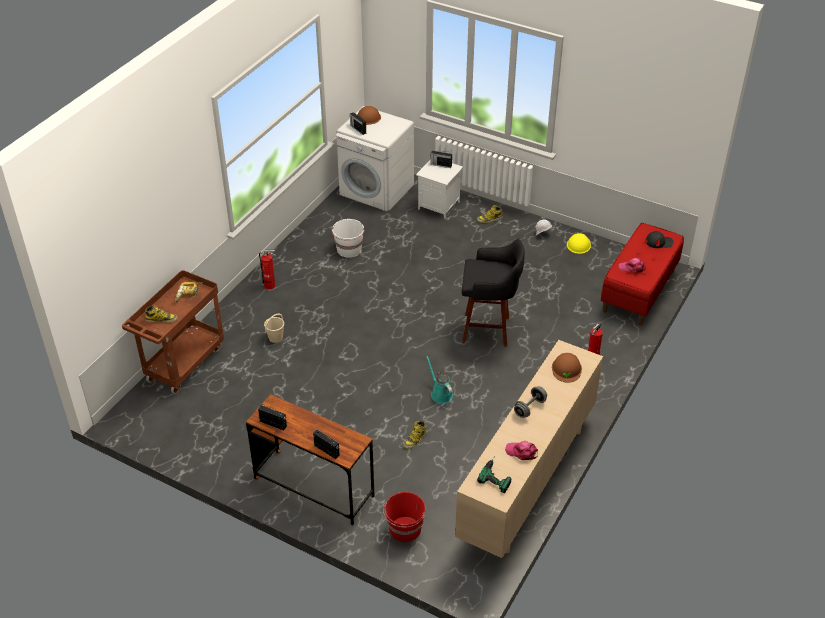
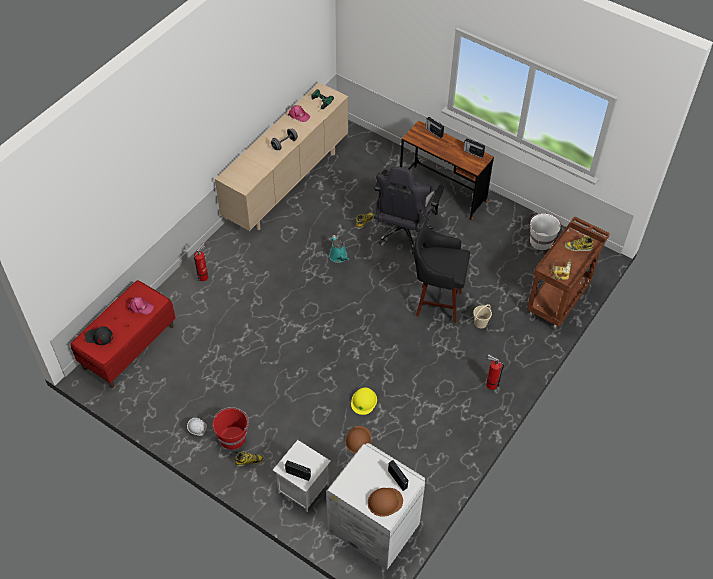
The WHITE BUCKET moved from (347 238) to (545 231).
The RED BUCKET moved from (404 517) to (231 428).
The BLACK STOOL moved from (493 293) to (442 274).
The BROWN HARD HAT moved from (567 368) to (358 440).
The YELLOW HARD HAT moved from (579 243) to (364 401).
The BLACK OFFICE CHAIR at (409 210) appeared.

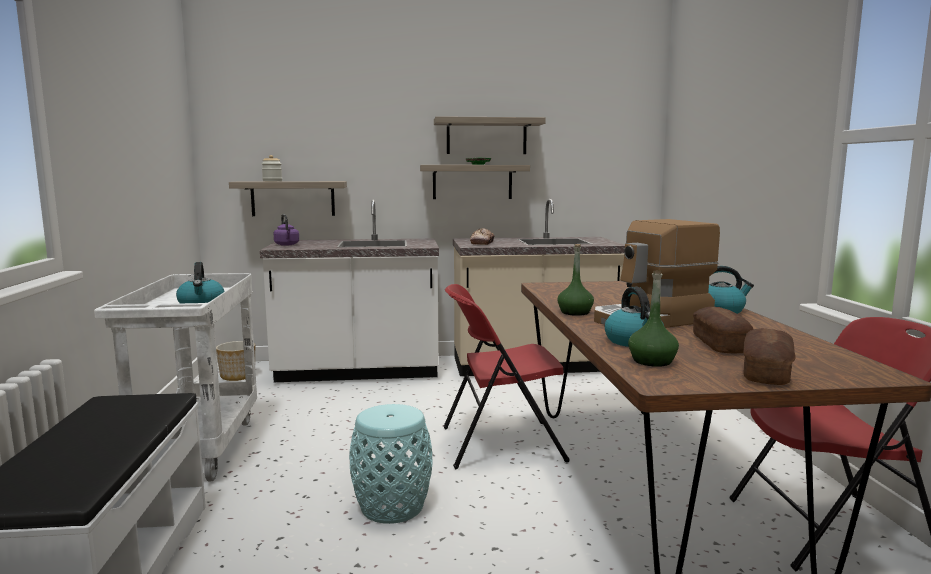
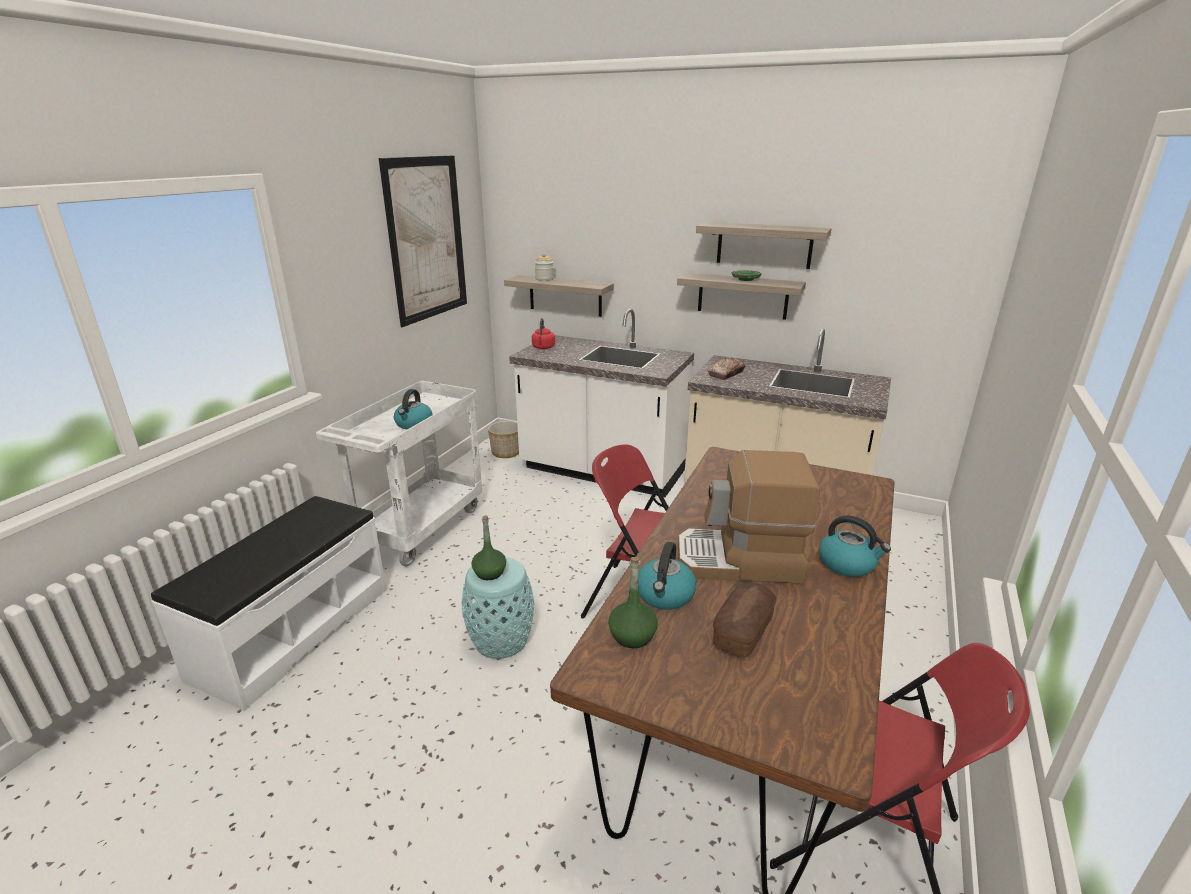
The PURPLE KETTLE at (286 230) became the RED KETTLE at (543 333).
The GREEN BOTTLE moved from (575 280) to (488 547).
The BREAD at (769 356) disappeared.
The PICTURE at (423 241) appeared.

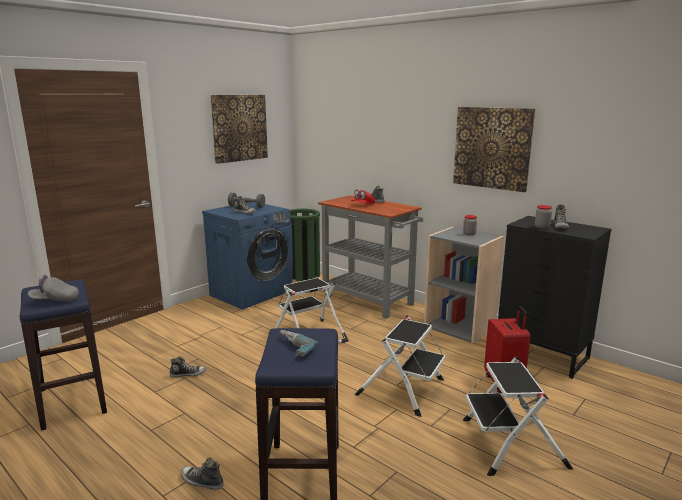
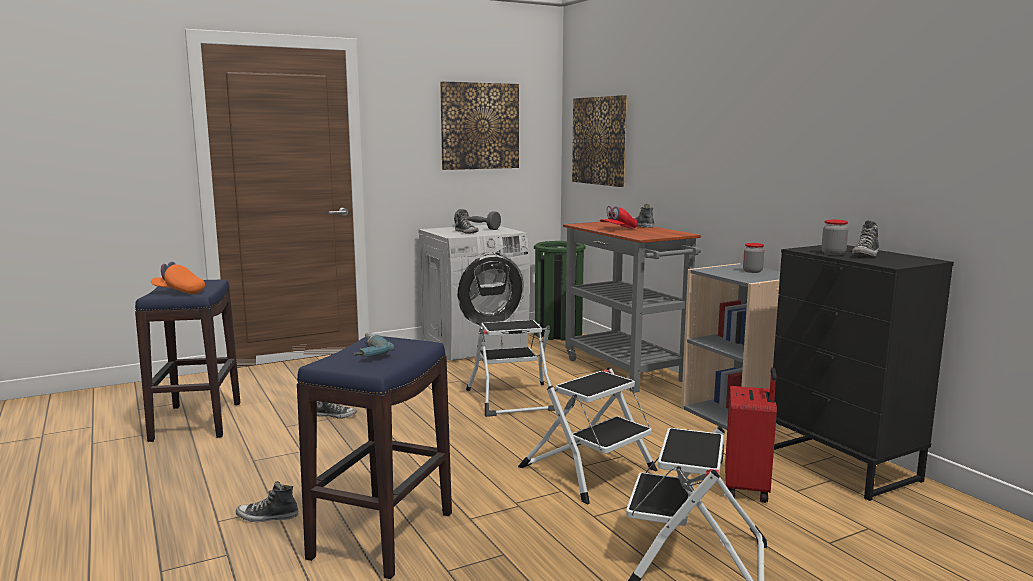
The GREY CAP at (53 288) became the ORANGE CAP at (178 278).
The SHOE at (202 473) turned 45 degrees counterclockwise.
The BLUE WASHING MACHINE at (247 255) became the WHITE WASHING MACHINE at (474 293).
The PICTURE moved from (494 149) to (599 141).

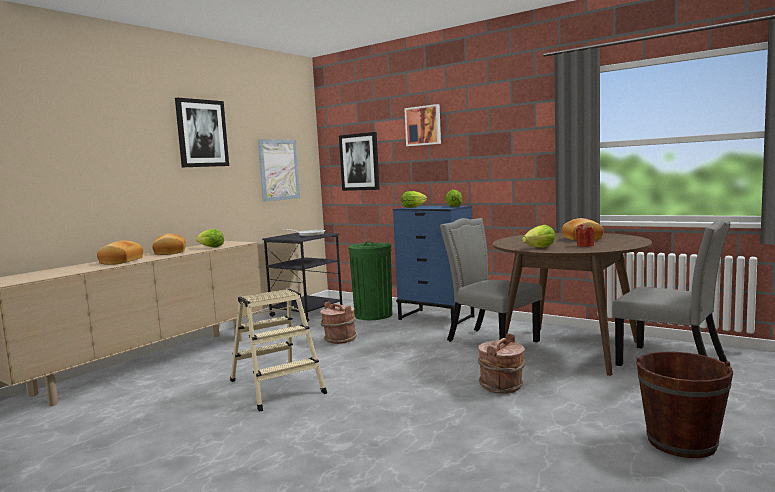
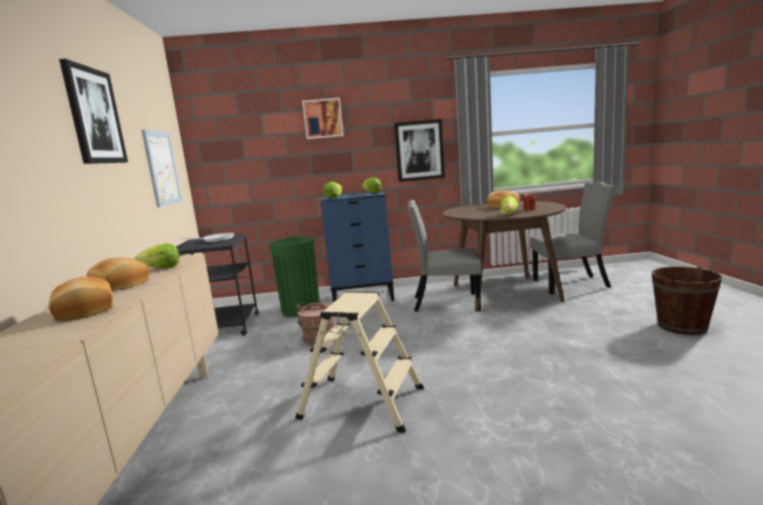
The PICTURE moved from (359 161) to (419 150).
The BROWN BUCKET at (501 363) disappeared.

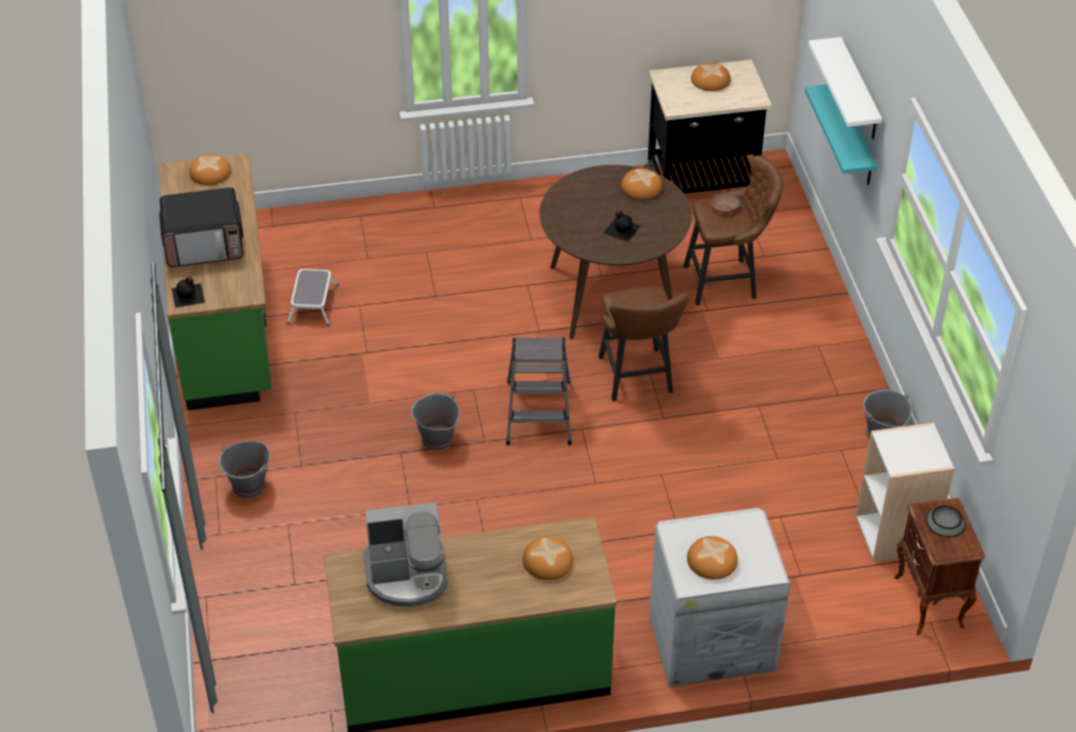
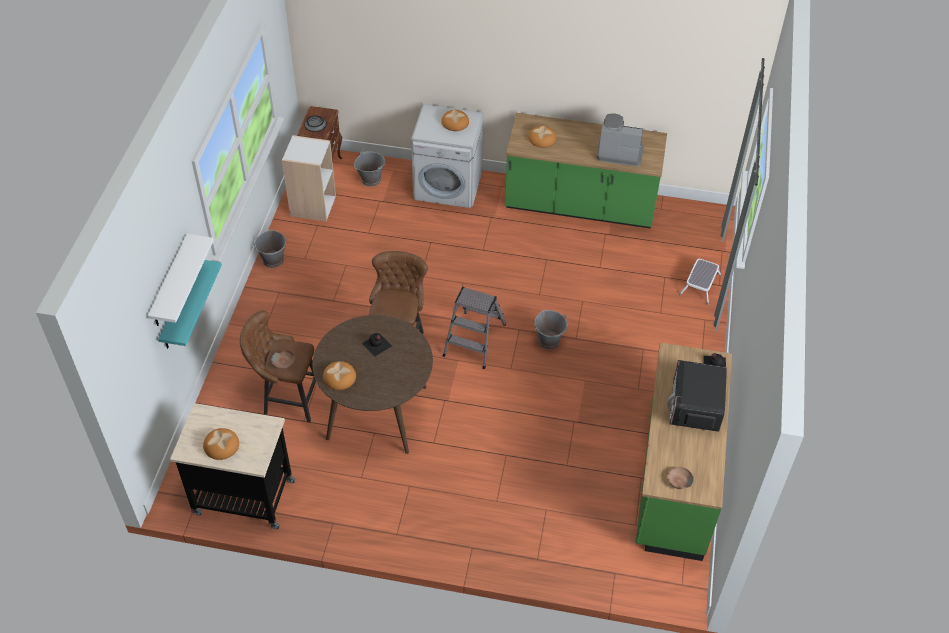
The MICROWAVE at (201 227) turned 90 degrees counterclockwise.
The BREAD at (210 169) was replaced by the BROWN BOWL at (680 478).
The GREY BUCKET moved from (244 470) to (369 169).
The GREY STEP LADDER moved from (312 298) to (700 282).

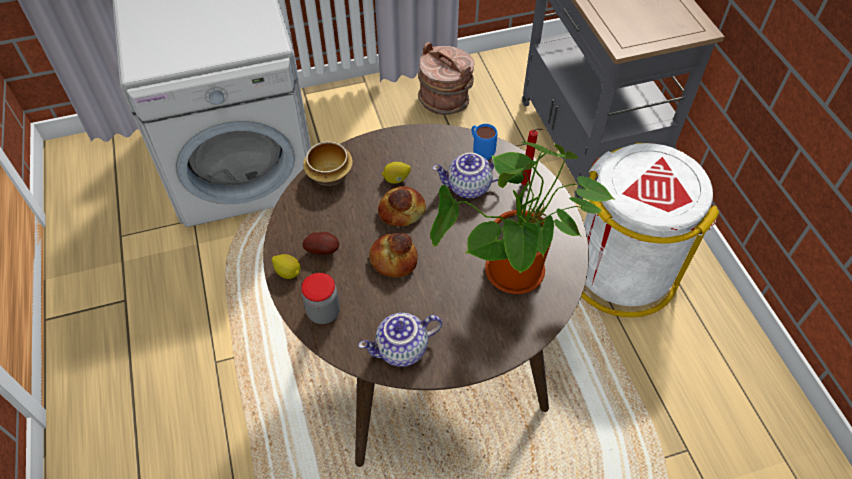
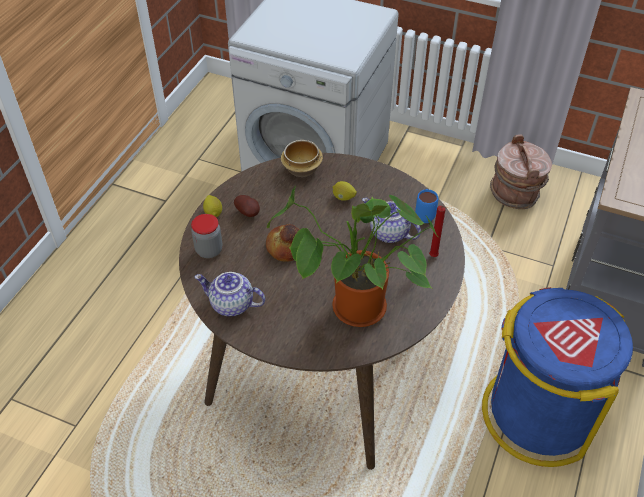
The BREAD at (402 206) disappeared.
The WHITE TRASH CAN at (650 230) became the BLUE TRASH CAN at (557 377).

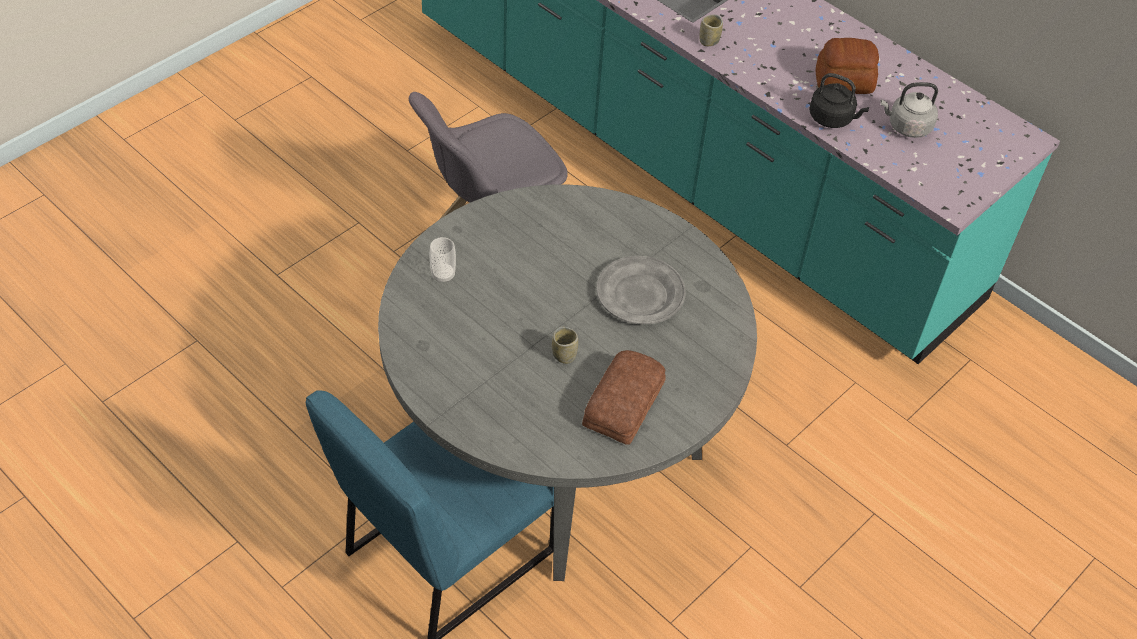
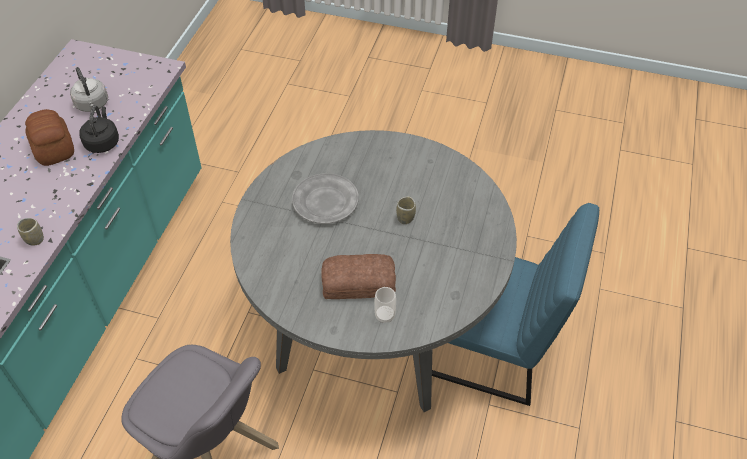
The BREAD moved from (624 397) to (358 276).

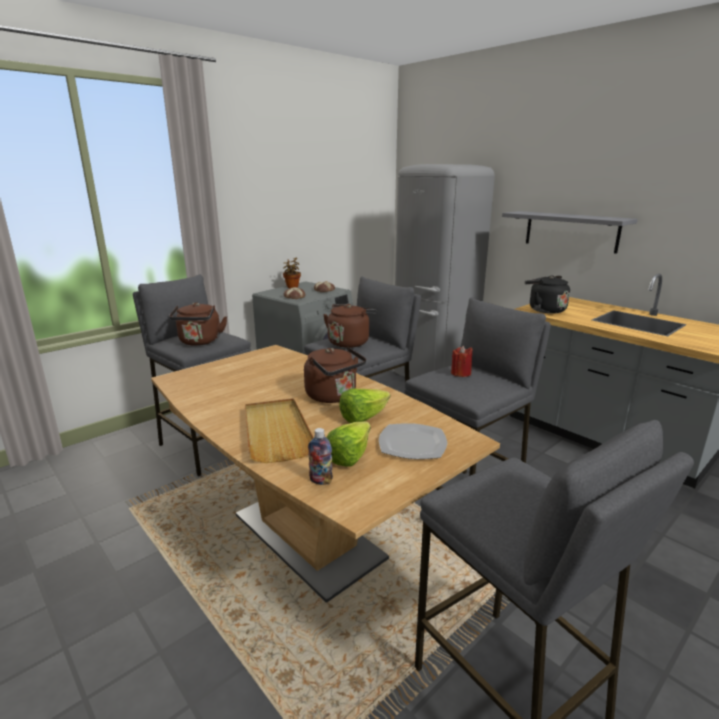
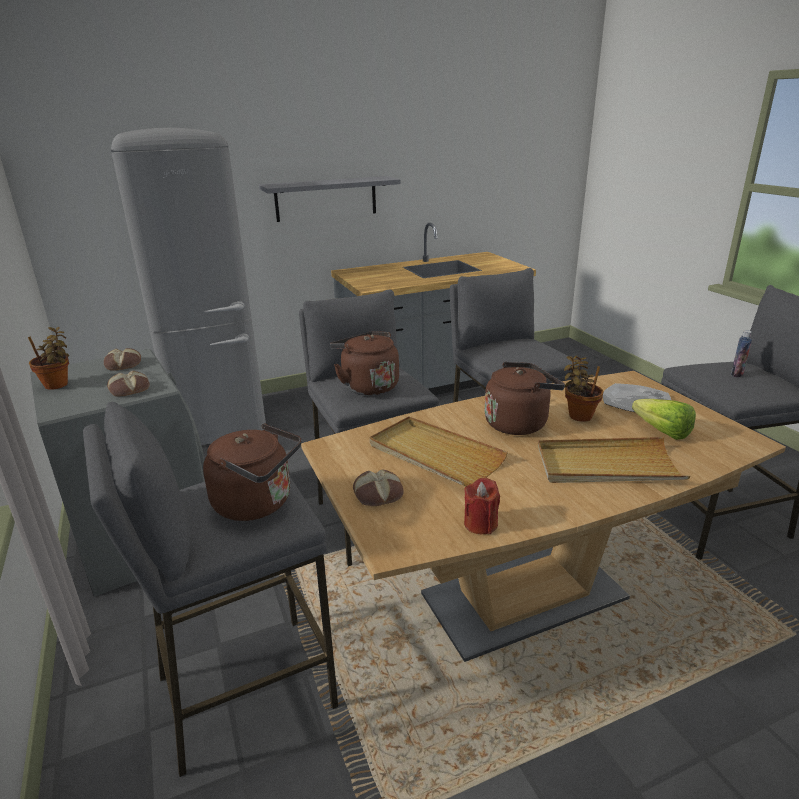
The BOTTLE moved from (320 456) to (741 354).
The LETTUCE at (364 406) was replaced by the POTTED PLANT at (583 389).
The RED CANDLE moved from (461 361) to (482 506).
The BLACK KETTLE at (547 294) disappeared.
The BREAD at (378 487) appeared.
The BEIGE TRAY at (439 451) appeared.

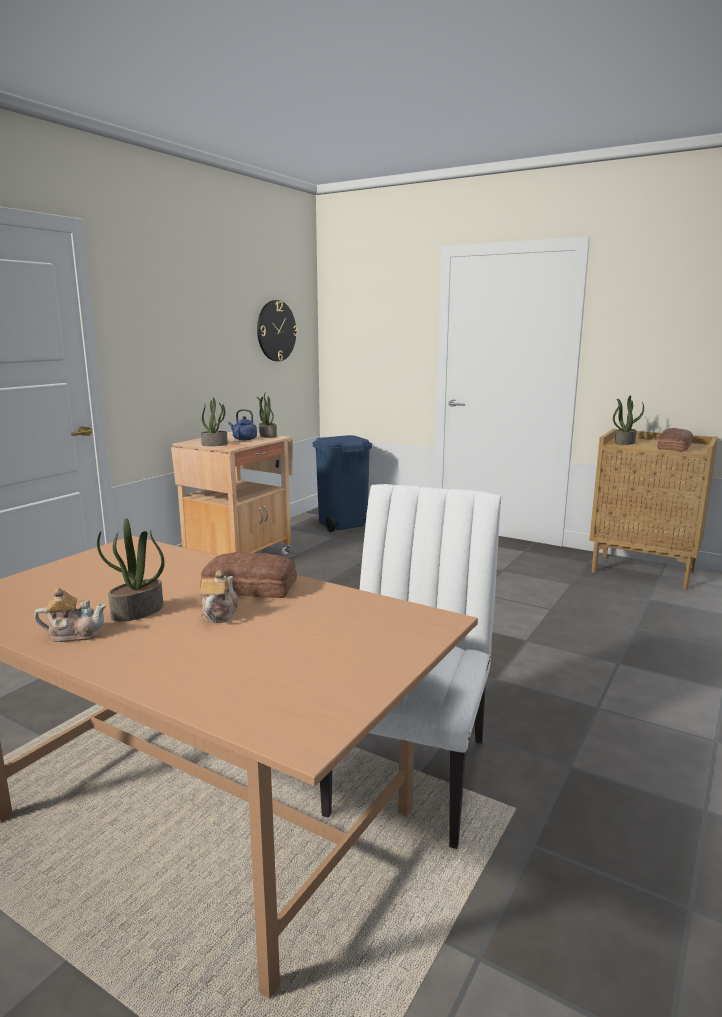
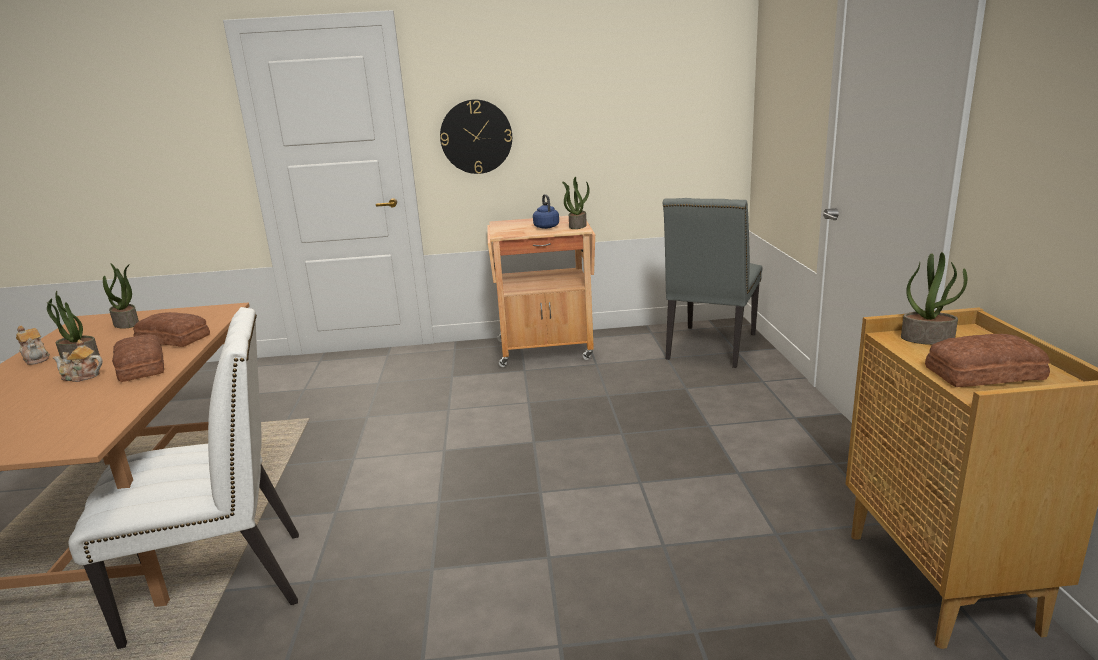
The TEAPOT at (219 596) turned 150 degrees counterclockwise.
The POTTED PLANT moved from (214 421) to (121 296).
The WALL CLOCK moved from (277 330) to (476 136).
The BLUE TRASH CAN at (342 483) was replaced by the GREY CHAIR at (713 283).
The BREAD at (171 329) appeared.

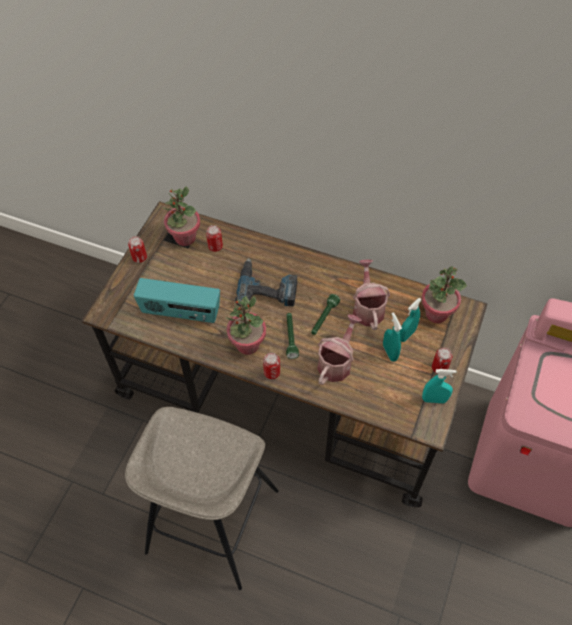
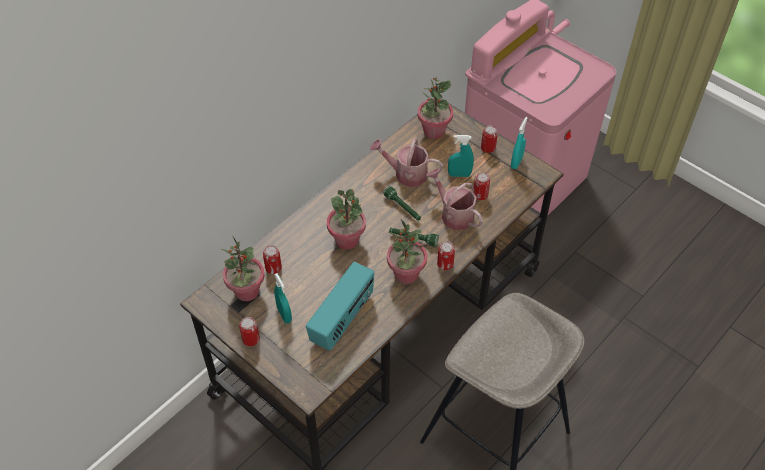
The POWER DRILL at (266 282) was replaced by the POTTED PLANT at (346 219).
The TURQUOISE SPRAY BOTTLE moved from (411 320) to (283 298).
The CAN at (482 186) appeared.

